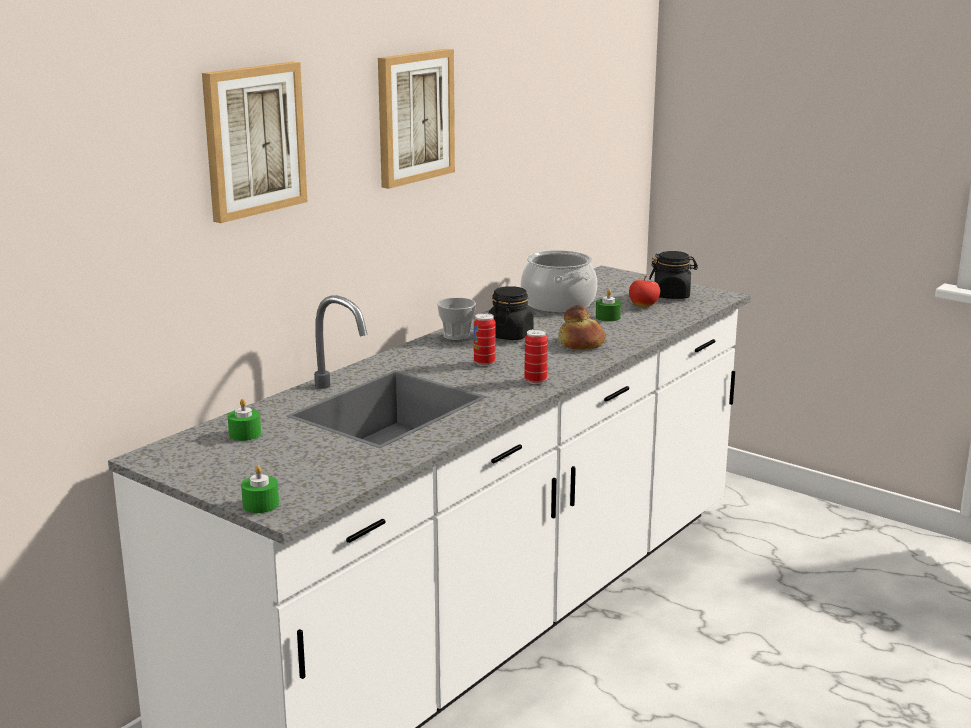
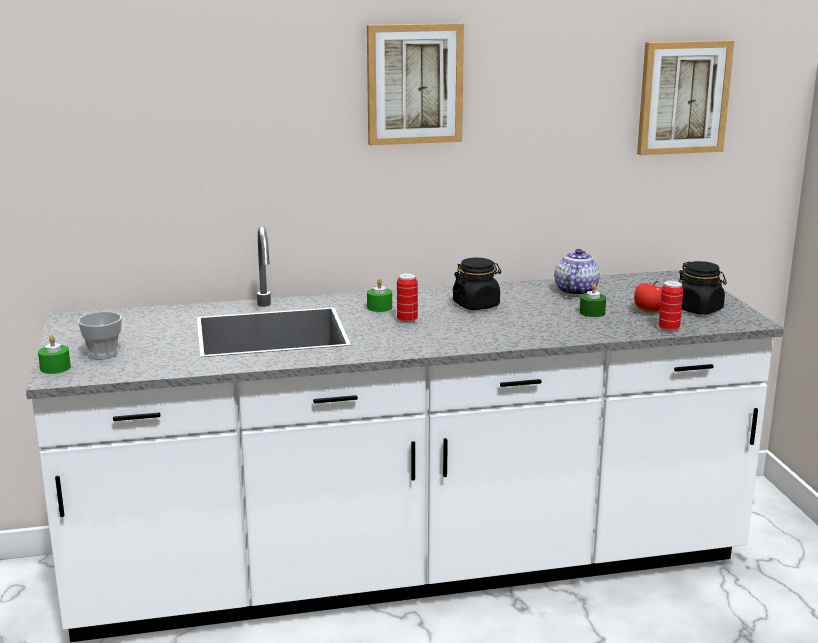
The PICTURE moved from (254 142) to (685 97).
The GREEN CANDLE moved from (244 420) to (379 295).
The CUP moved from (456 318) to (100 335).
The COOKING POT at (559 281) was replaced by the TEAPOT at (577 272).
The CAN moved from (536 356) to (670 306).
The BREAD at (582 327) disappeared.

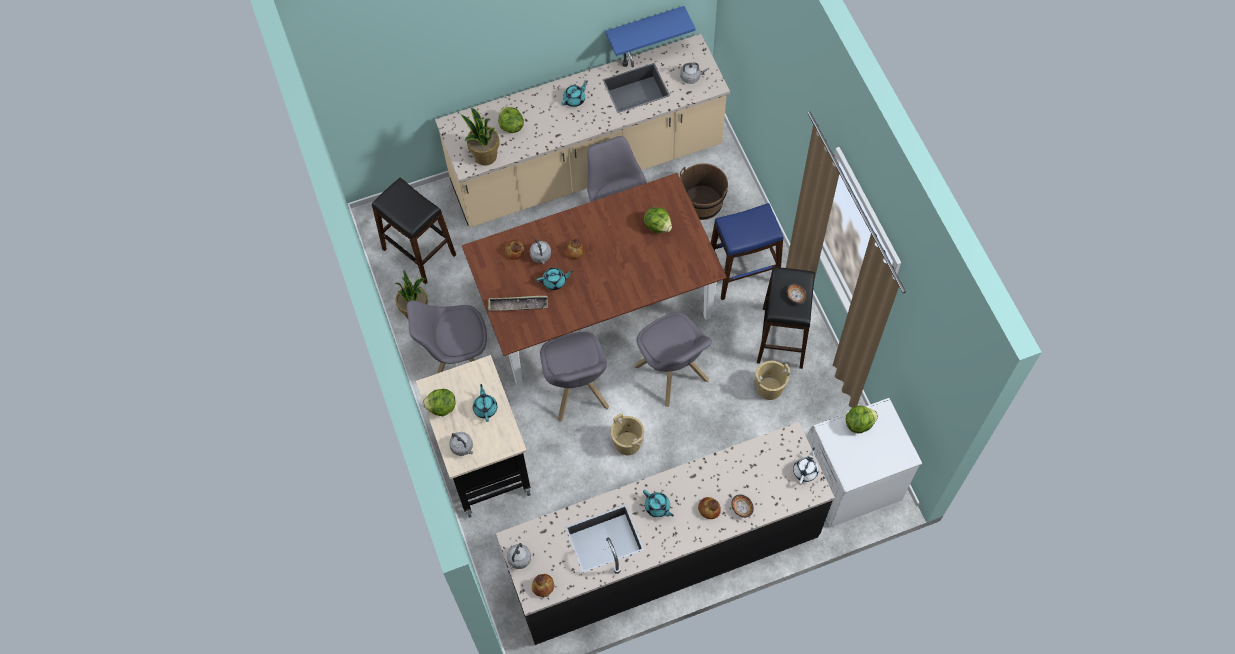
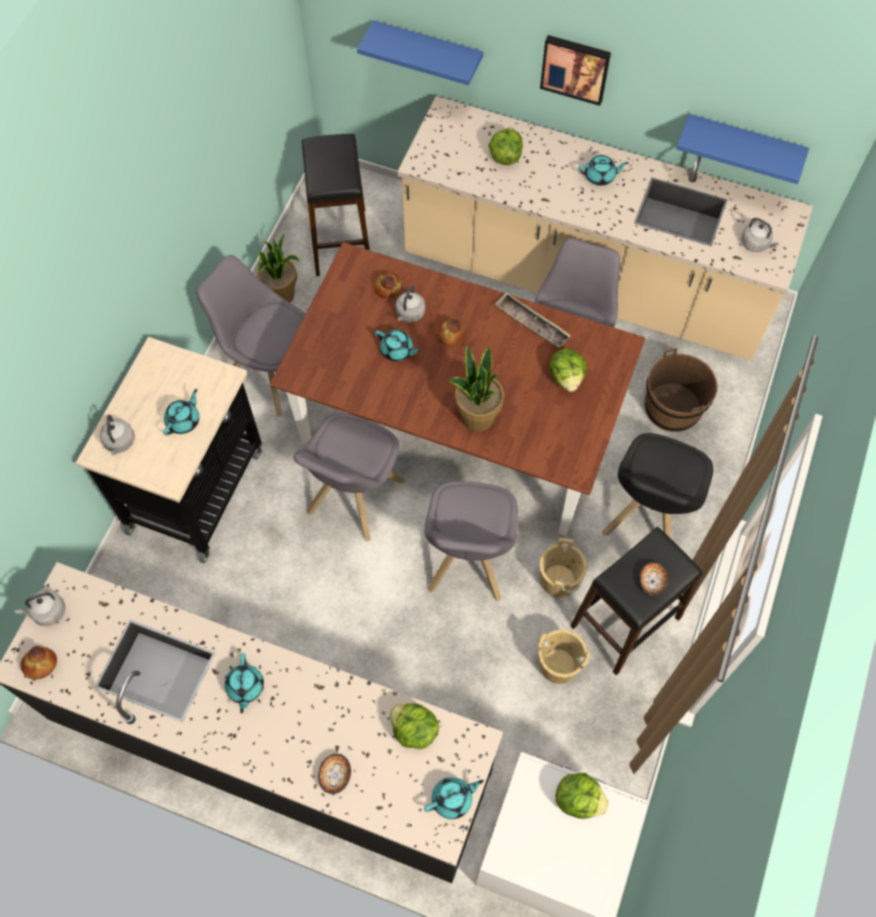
The LETTUCE moved from (439 402) to (414 726).
The POTTED PLANT moved from (480 137) to (476 388).
The TRAY moved from (518 303) to (533 320).
The BEIGE BUCKET moved from (627 434) to (563 568).
The BREAD at (709 508) disappeared.
The BLUE STOOL at (747 251) was replaced by the BLACK CHAIR at (657 485).
The WHITE TEAPOT at (806 466) became the TURQUOISE TEAPOT at (454 798).
The BLUE SHELF at (420 52) appeared.
The PICTURE at (575 70) appeared.

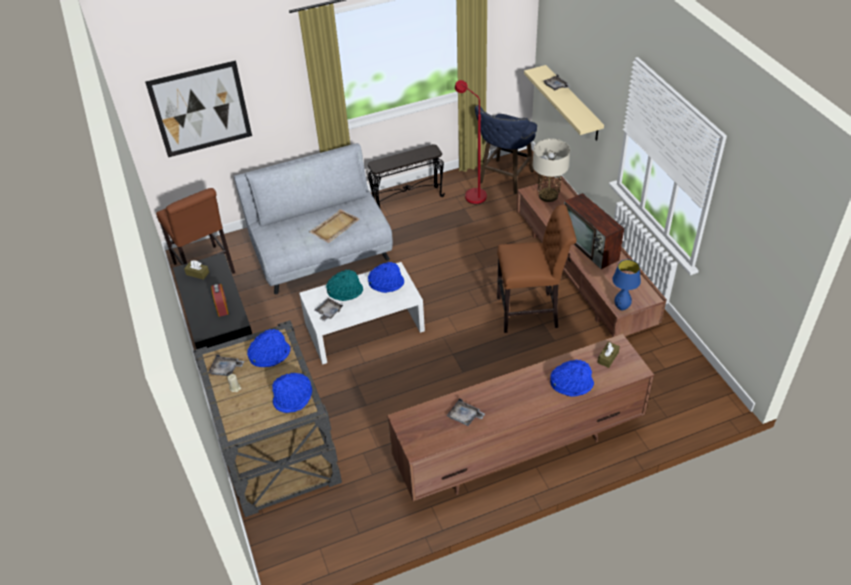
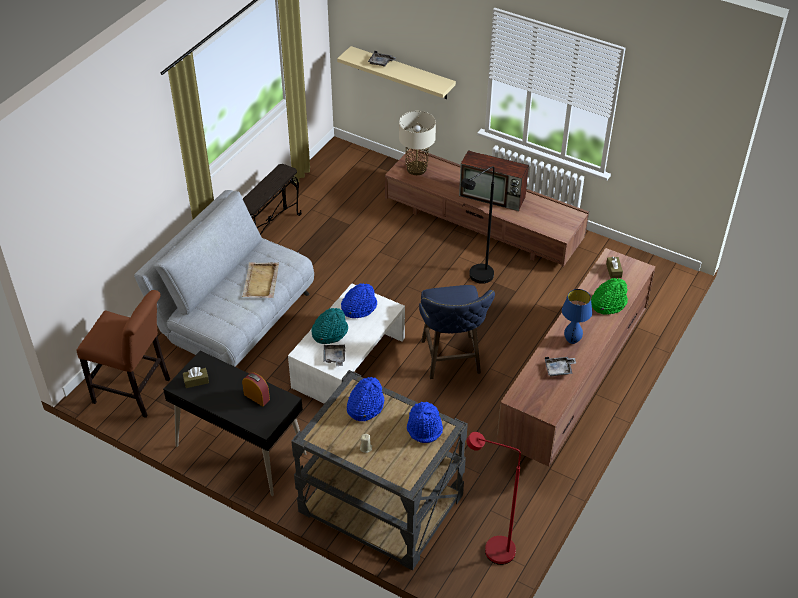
The PICTURE at (198 108) disappeared.
The GREY TRAY at (226 365) disappeared.
The RED FLOOR LAMP moved from (471 142) to (493 498).
The BLUE STOOL moved from (506 149) to (457 332).
The BROWN STOOL at (537 269) was replaced by the BLACK FLOOR LAMP at (477 225).
The BLUE HAT at (572 378) became the GREEN HAT at (609 296).
The BLUE TABLE LAMP moved from (626 284) to (577 316).

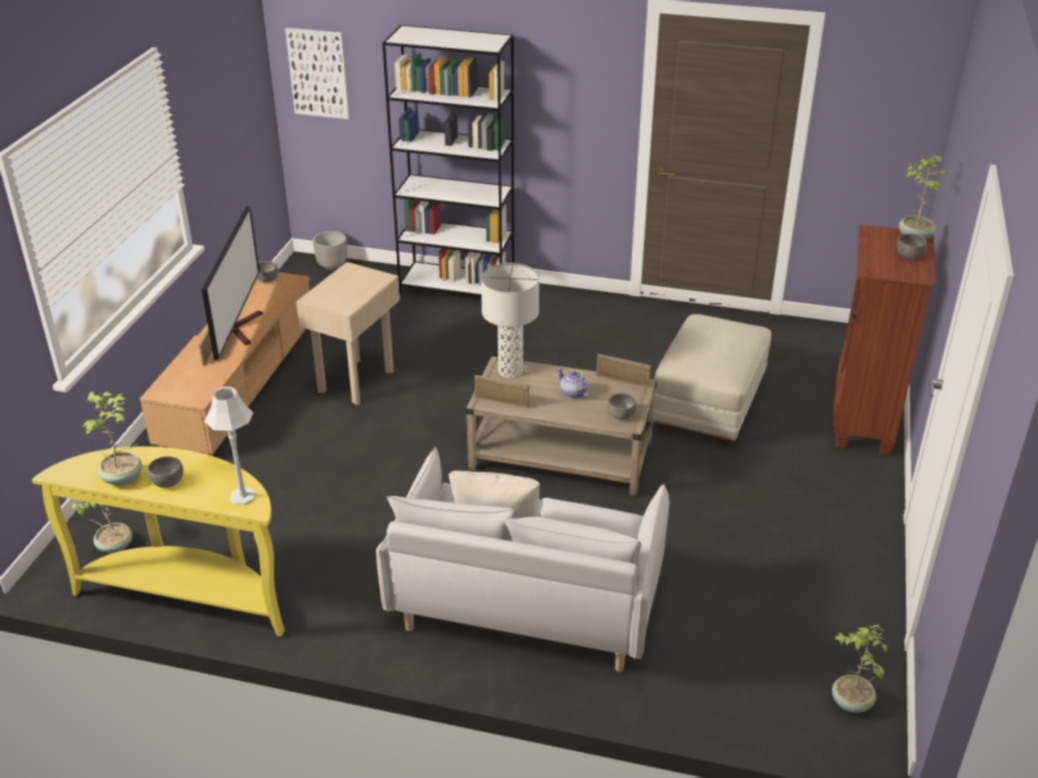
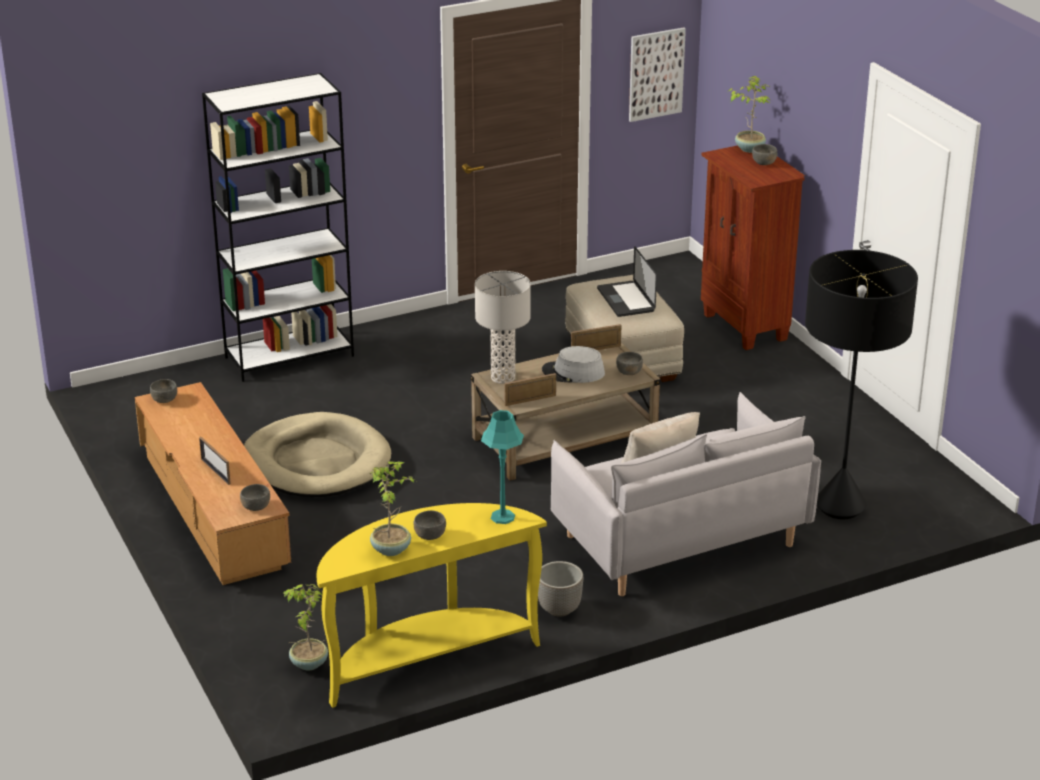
The TELEVISION at (232 283) disappeared.
The GREY TABLE LAMP at (230 446) became the TURQUOISE TABLE LAMP at (502 467).
The PICTURE moved from (317 73) to (657 74).
The BEIGE SIDE TABLE at (348 333) was replaced by the BEIGE DOG BED at (317 454).
The PLANTER moved from (330 250) to (560 589).
The TEAPOT at (574 383) was replaced by the GREY HAT at (573 364).
The POTTED PLANT at (860 669) disappeared.
The GREY BOWL at (255 497) appeared.
The LAPTOP at (627 281) appeared.
The BLACK FLOOR LAMP at (861 384) appeared.

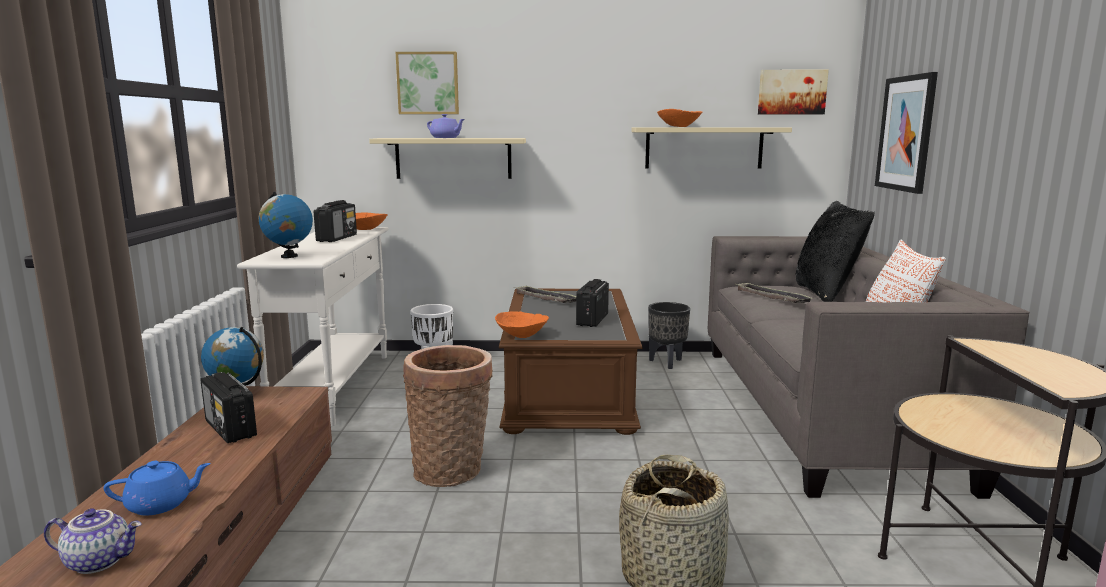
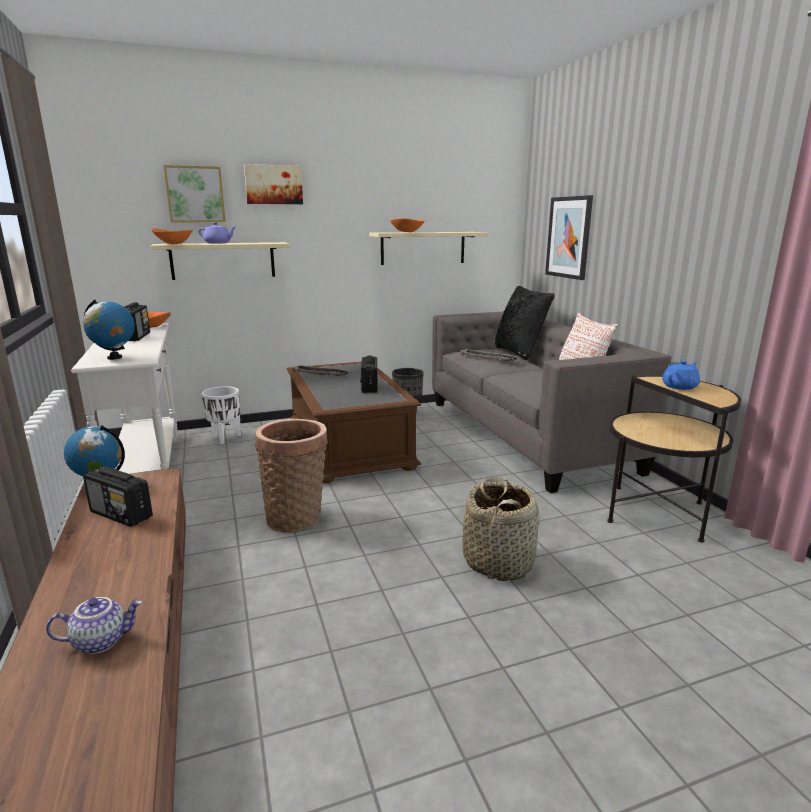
The BLUE TEAPOT moved from (157 488) to (681 375).
The ORANGE BOWL moved from (522 324) to (172 236).
The PICTURE moved from (793 92) to (273 184).

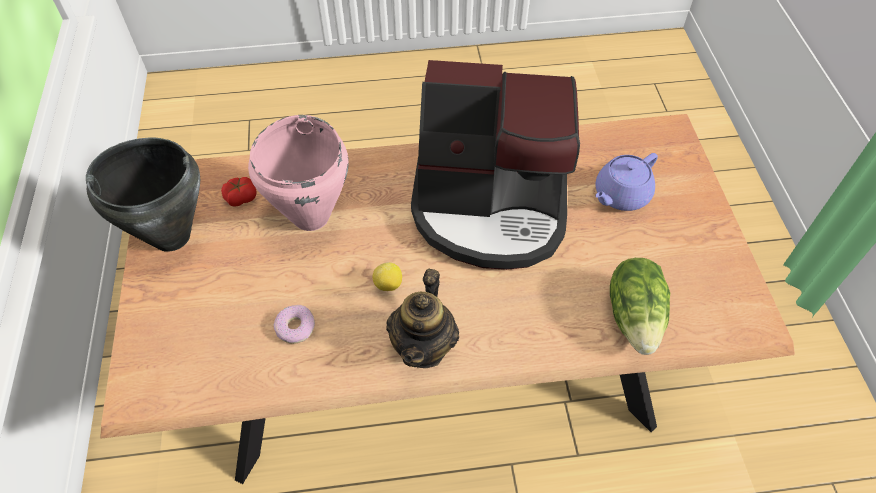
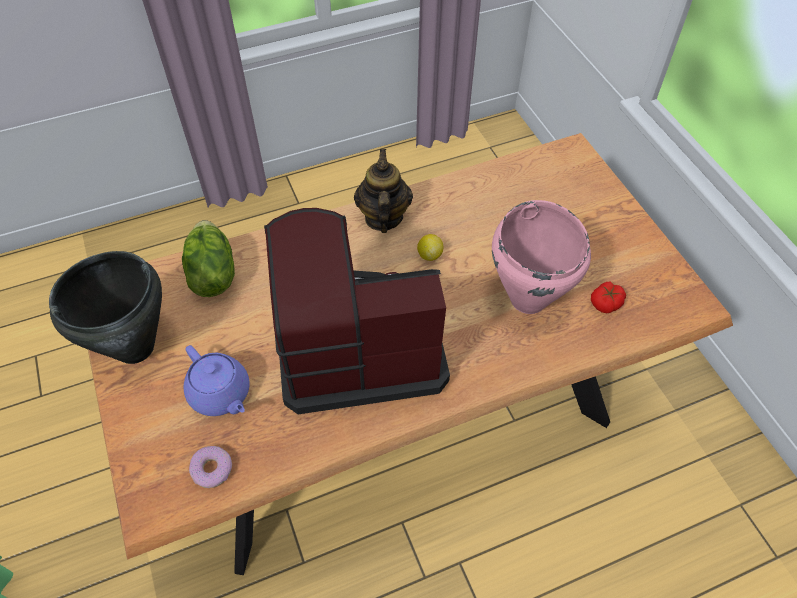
The BLACK COOKING POT moved from (143 195) to (105 307).
The DONUT moved from (294 324) to (210 467).
The PURPLE TEAPOT at (626 182) turned 105 degrees clockwise.

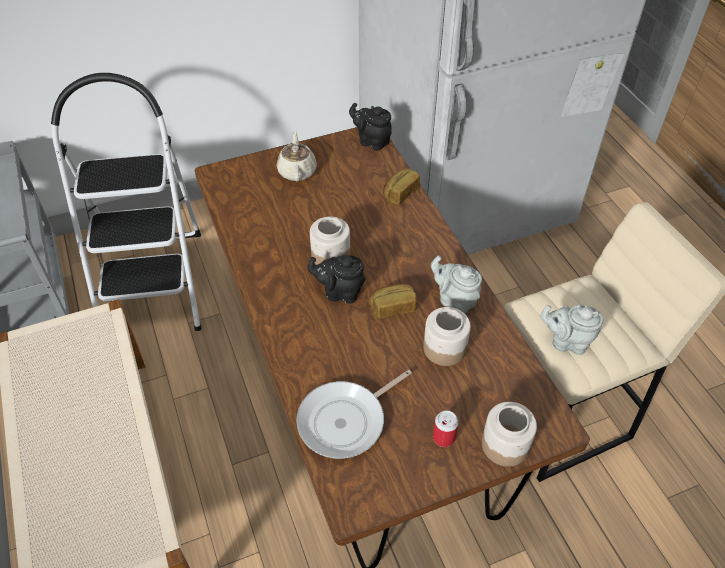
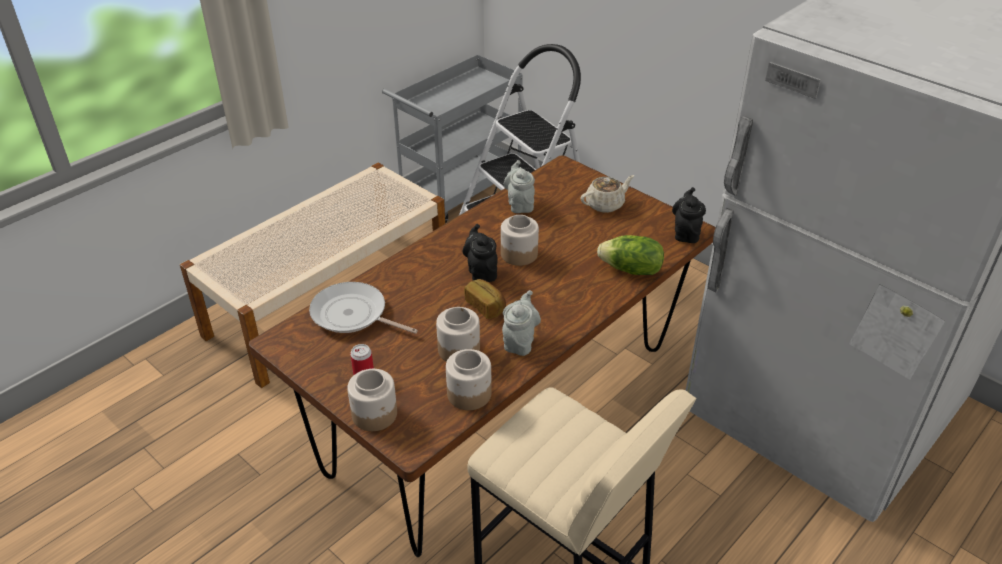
The BREAD at (401 186) was replaced by the LETTUCE at (630 255).
The GREY TEAPOT moved from (571 330) to (519 186).
The JAR at (469 379) appeared.

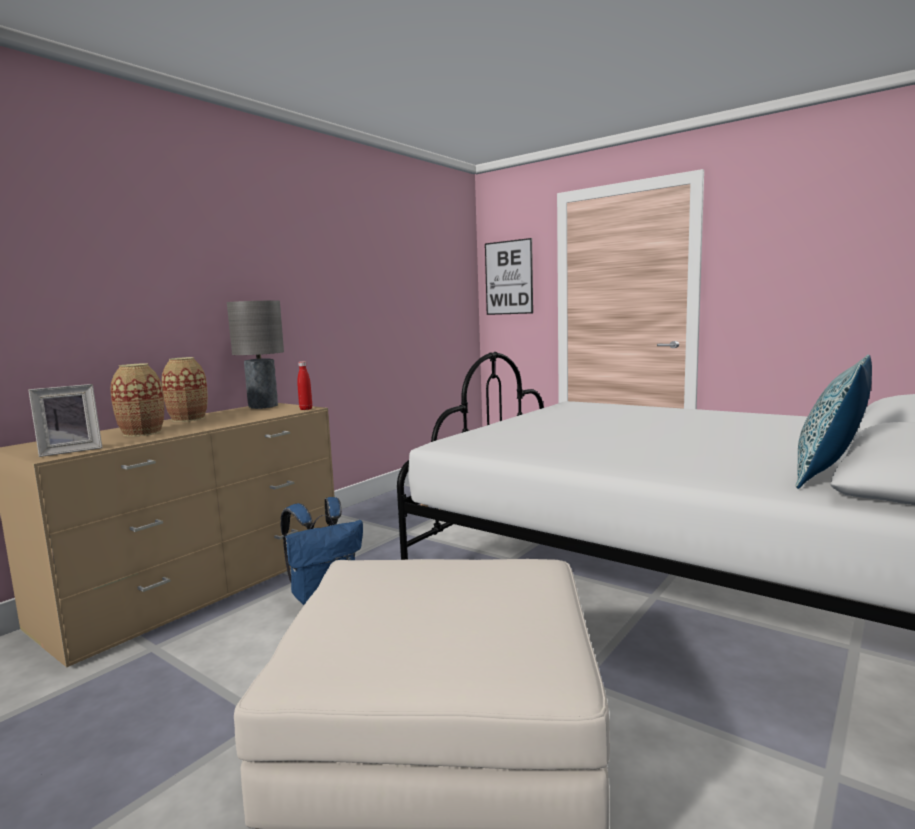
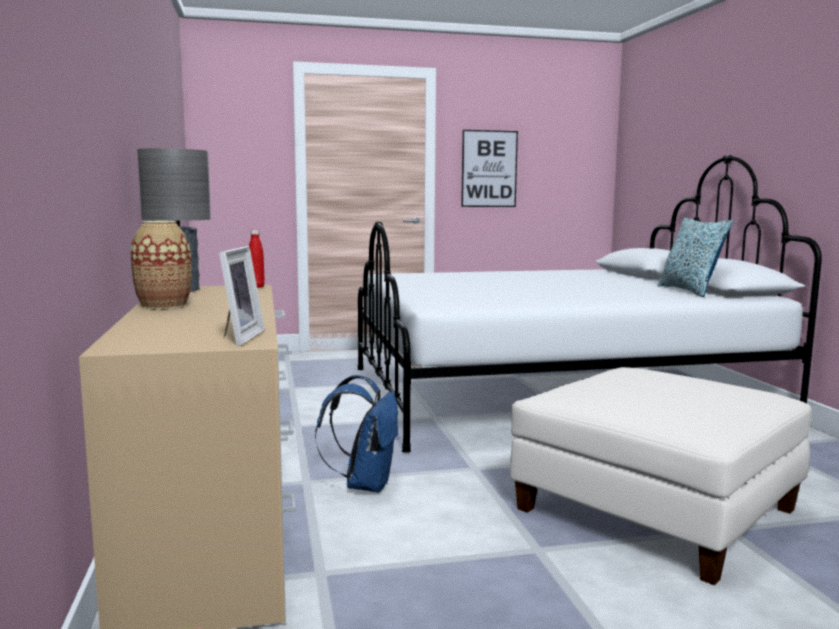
The VASE at (137 400) disappeared.
The PICTURE moved from (509 276) to (489 168).

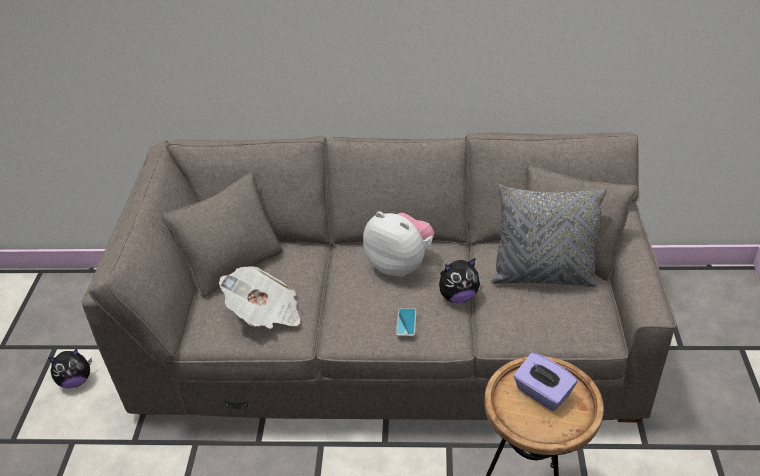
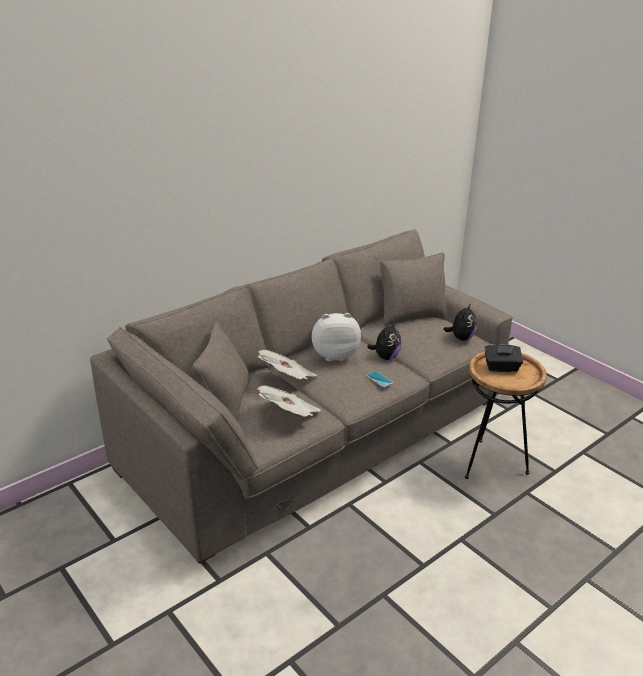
The PLUSH TOY moved from (70 368) to (460 322).
The GREY PILLOW at (549 236) disappeared.
The PURPLE TISSUE BOX at (545 382) became the BLACK TISSUE BOX at (504 358).
The NEWSPAPER at (287 364) appeared.

